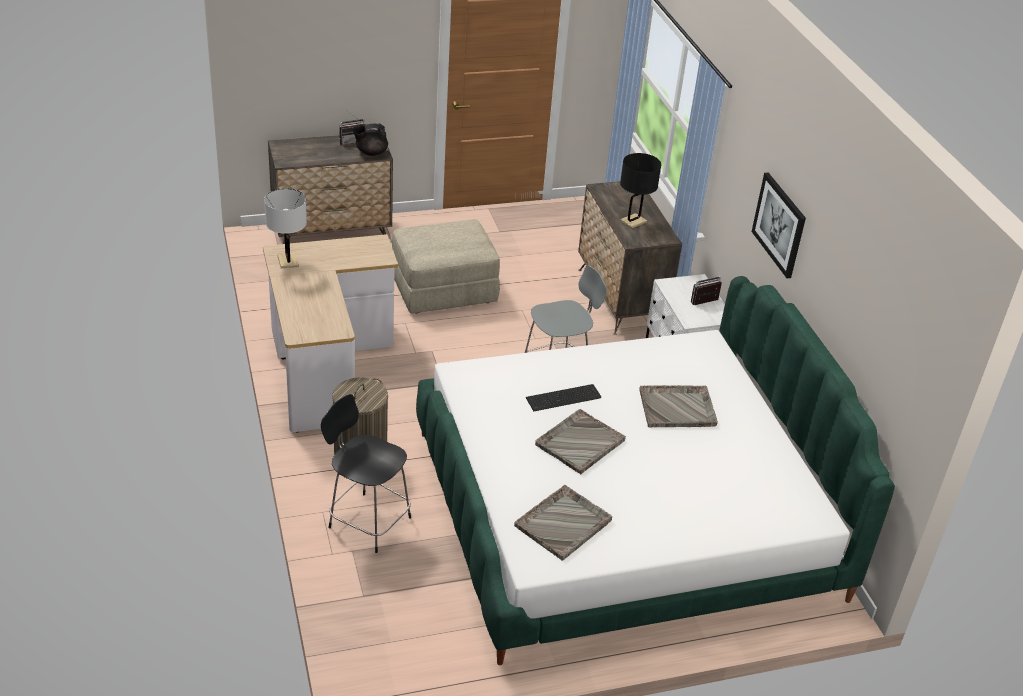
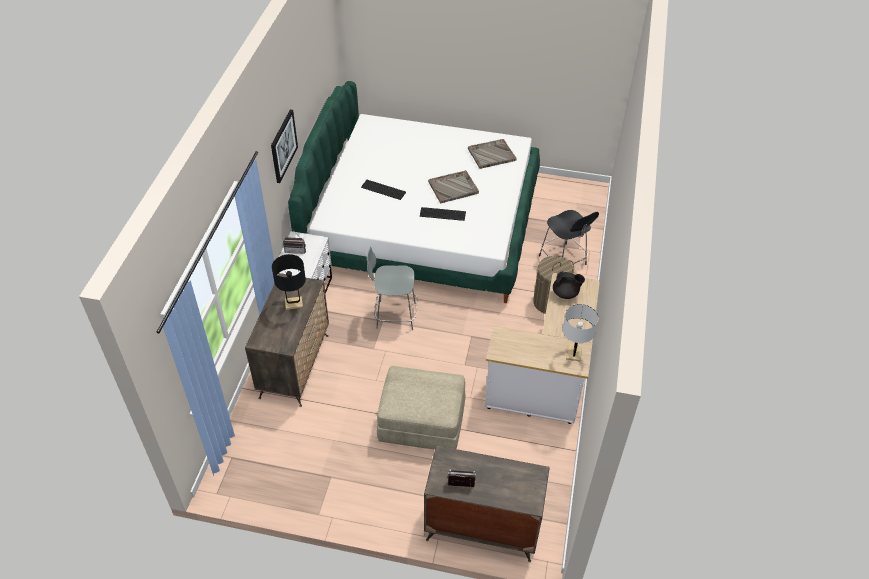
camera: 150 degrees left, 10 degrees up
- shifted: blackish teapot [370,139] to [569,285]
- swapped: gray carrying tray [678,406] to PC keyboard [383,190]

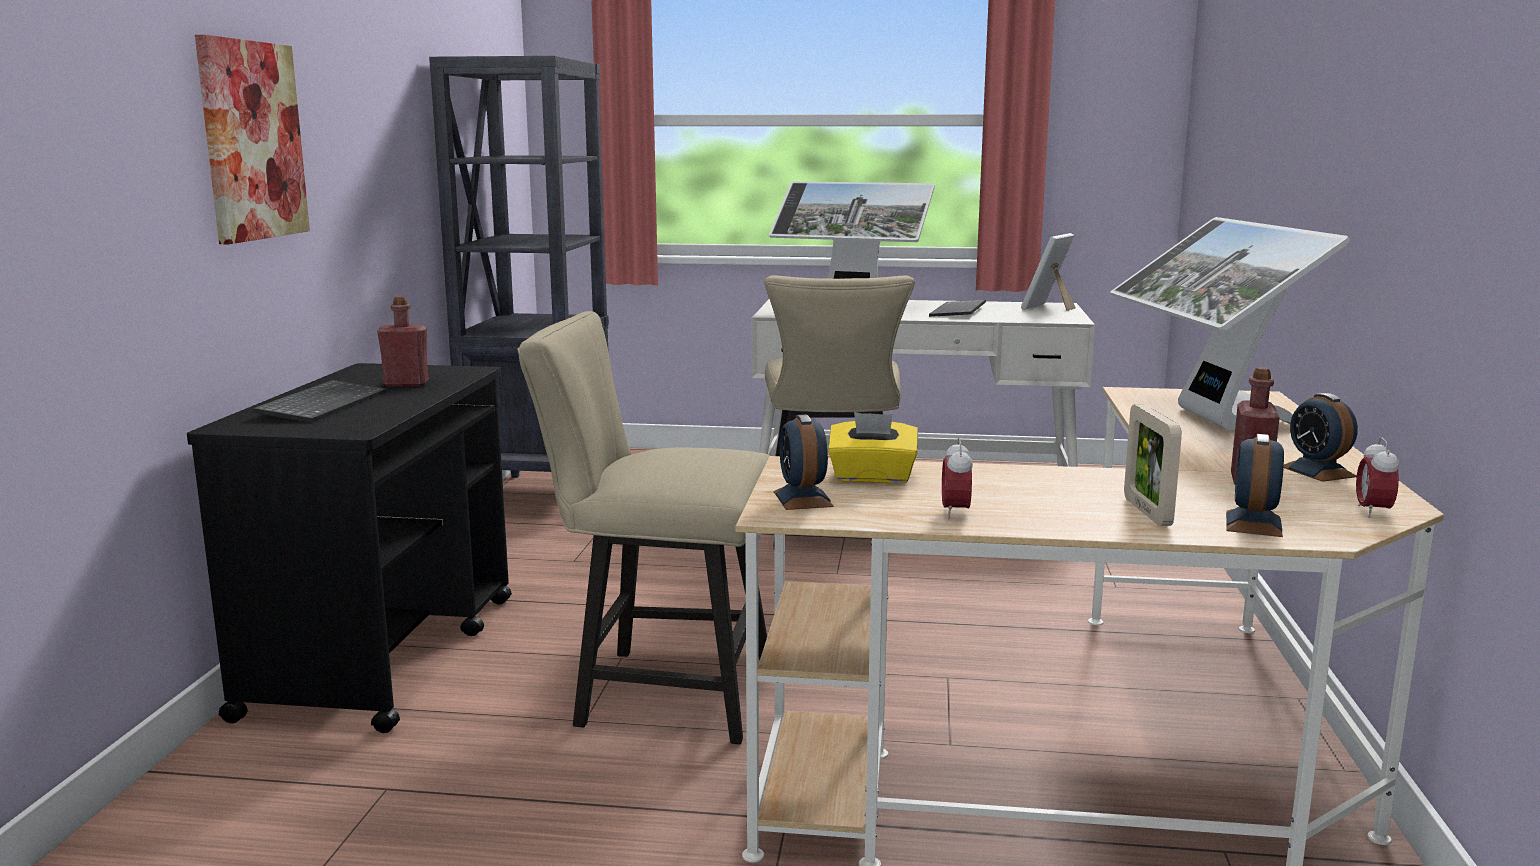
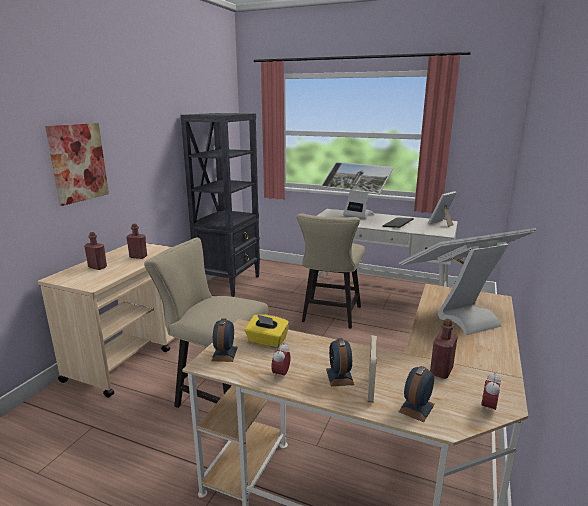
camera: 15 degrees right, 5 degrees up
- rotated: monitor [1230,324] = [467,281] 60 degrees clockwise
- repainted: blackish cart [349,548] to beige cart [106,320]
- swapped: PC keyboard [319,401] to red bottle [95,251]
- shifted: alarm clock [1321,437] to [340,362]

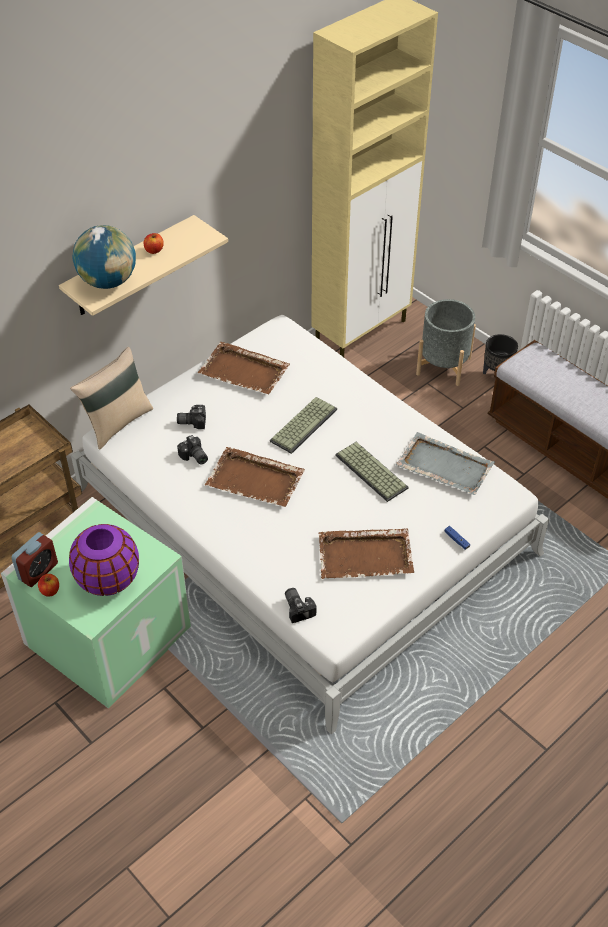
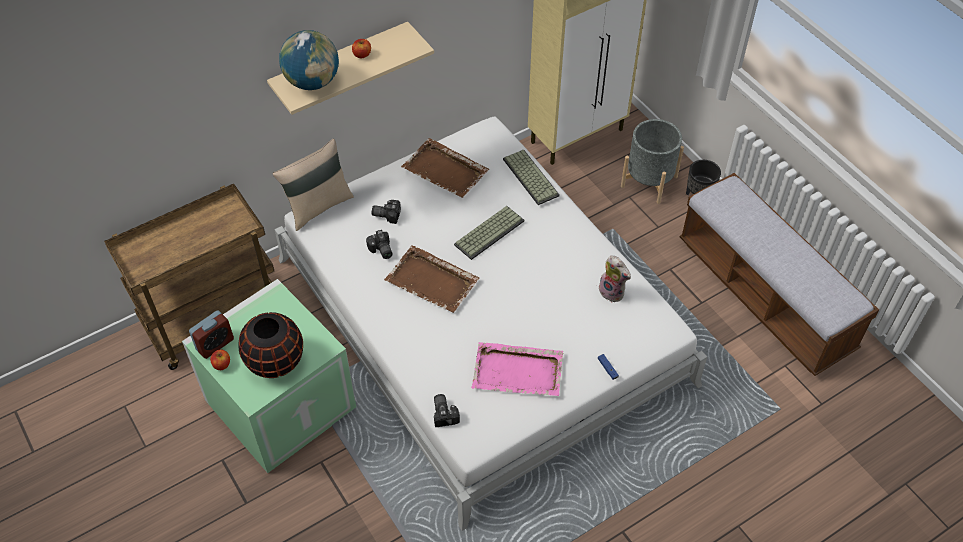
camera: 10 degrees right, 5 degrees up
- swapped: gray carrying tray [445,463] to plush toy [614,279]
- shifted: PC keyboard [372,472] to [531,177]
- repainted: purplish flower vase [104,560] to blackish flower vase [270,345]
- repainted: brownish carrying tray [366,553] to pink carrying tray [517,369]

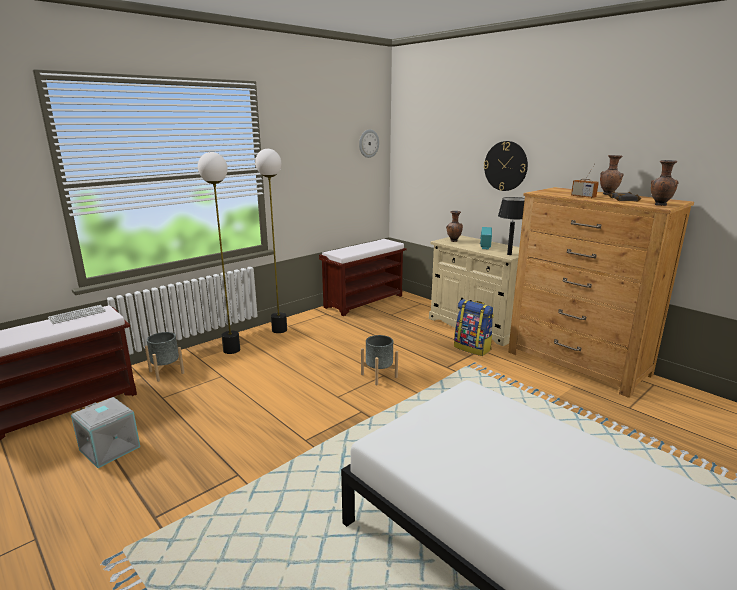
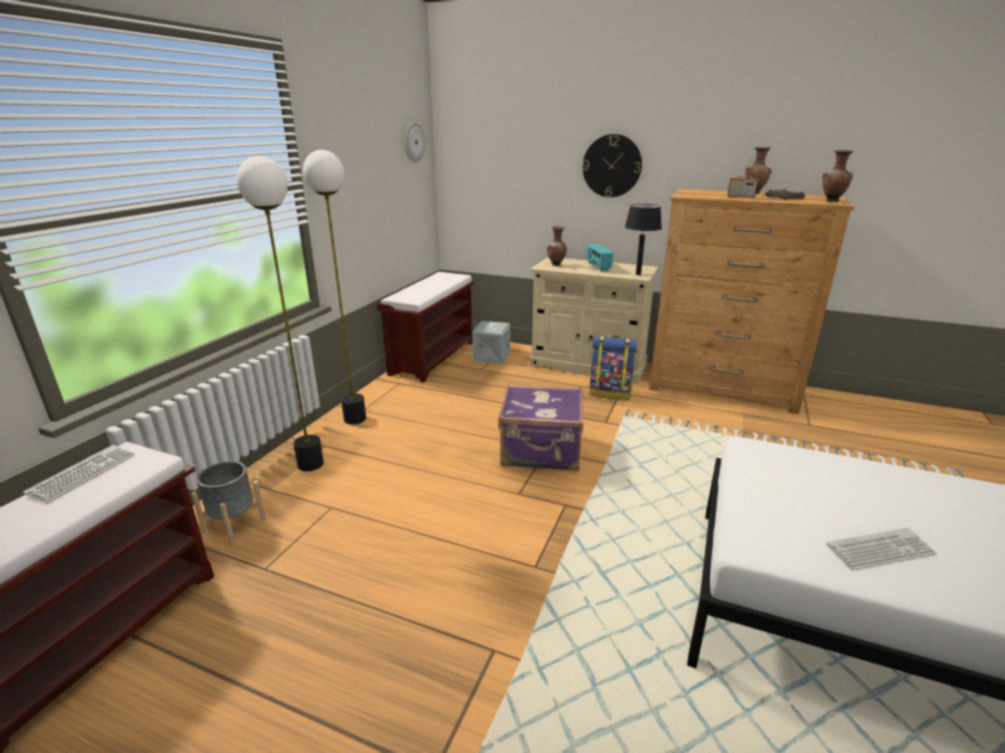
camera: 25 degrees left, 5 degrees up
- swapped: gray plant pot [379,360] to purplish travel case [540,427]
- shifted: gray storage box [105,432] to [491,342]
- new: PC keyboard [881,548]

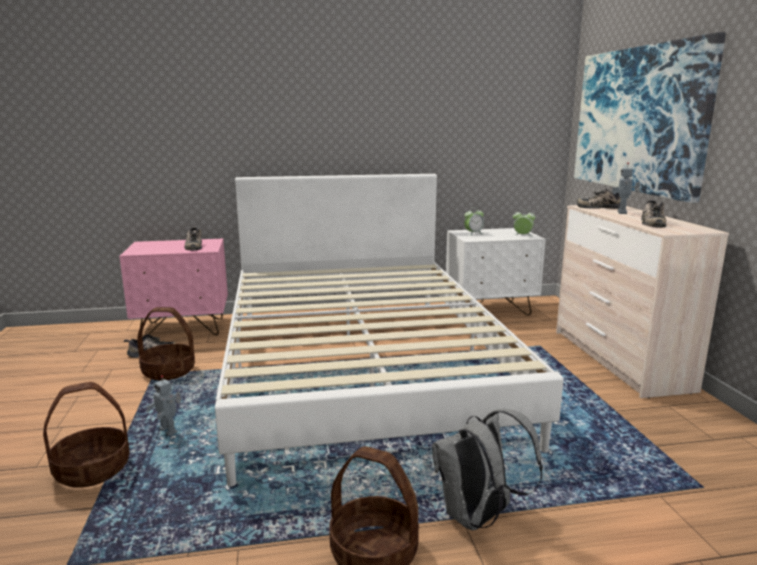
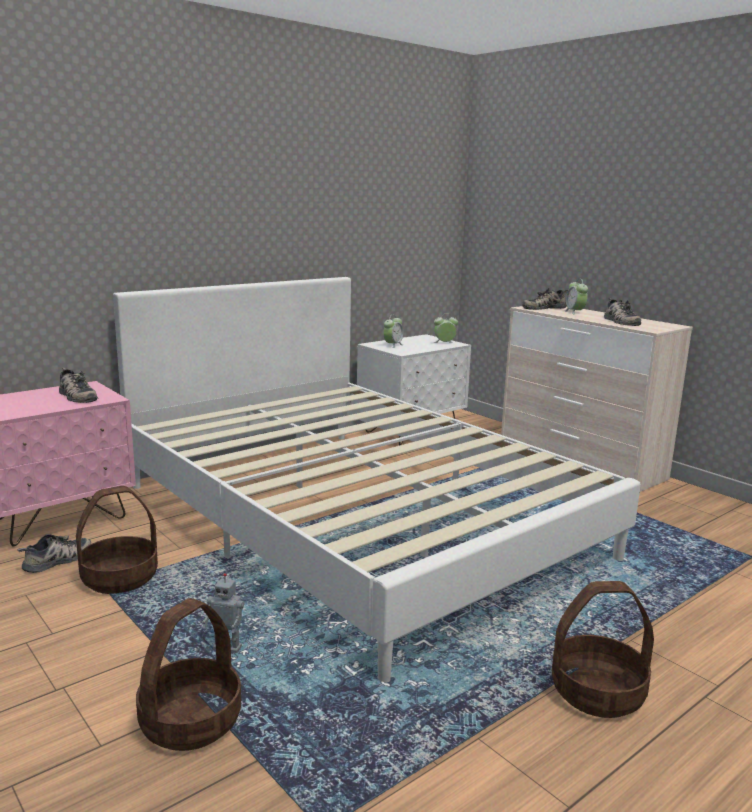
camera: 30 degrees left, 0 degrees up
- gone: picture [650,117]
- swapped: model robot [625,188] to alarm clock [576,297]
- gone: gray backpack [487,470]

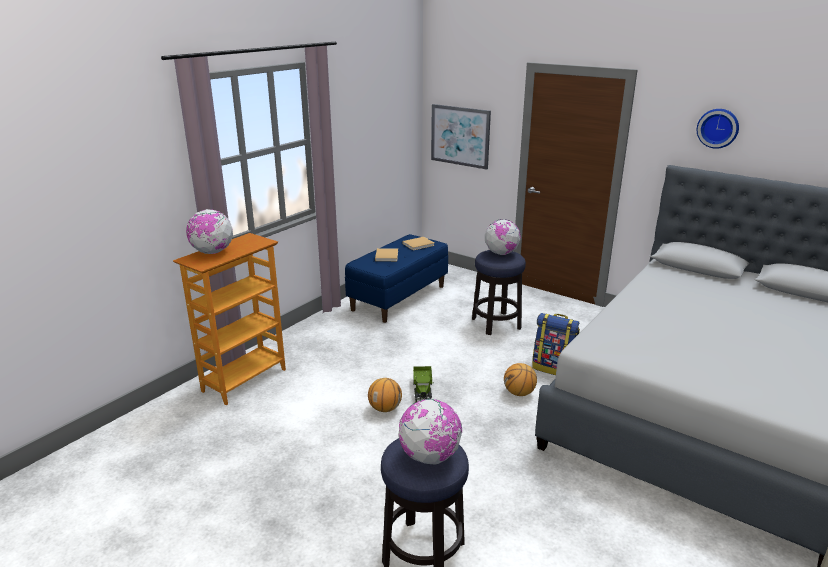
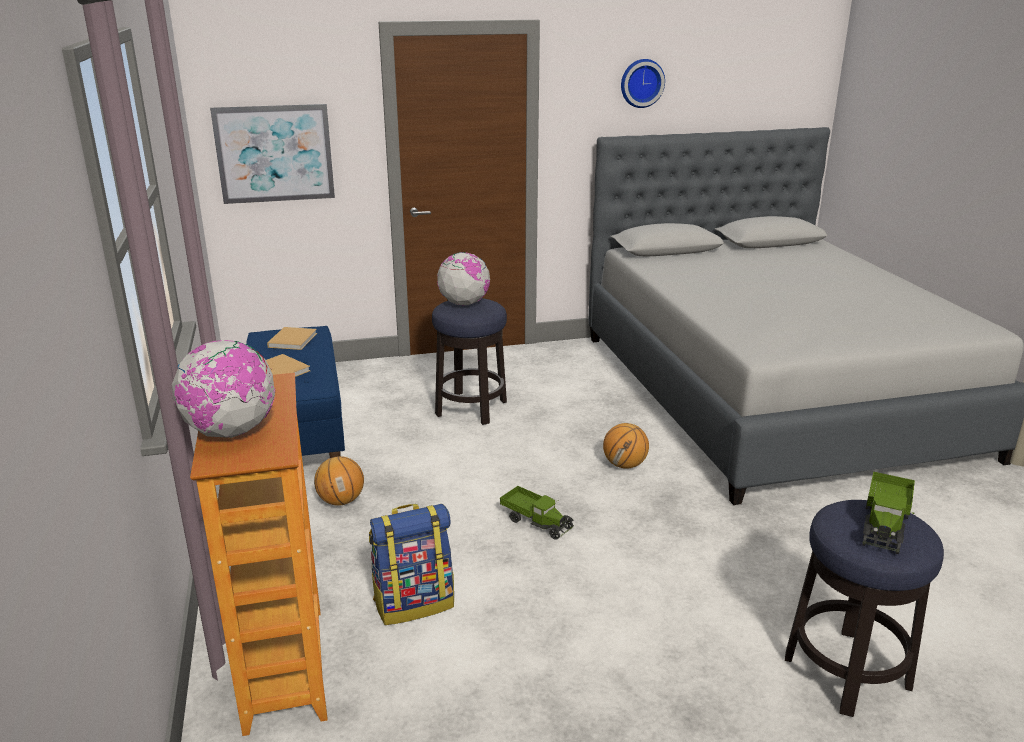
camera: 50 degrees left, 0 degrees up
- shifted: backpack [556,344] to [411,564]
- shifted: ball for basketball [385,395] to [339,481]
- swapped: desk globe [430,432] to toy lorry [888,512]

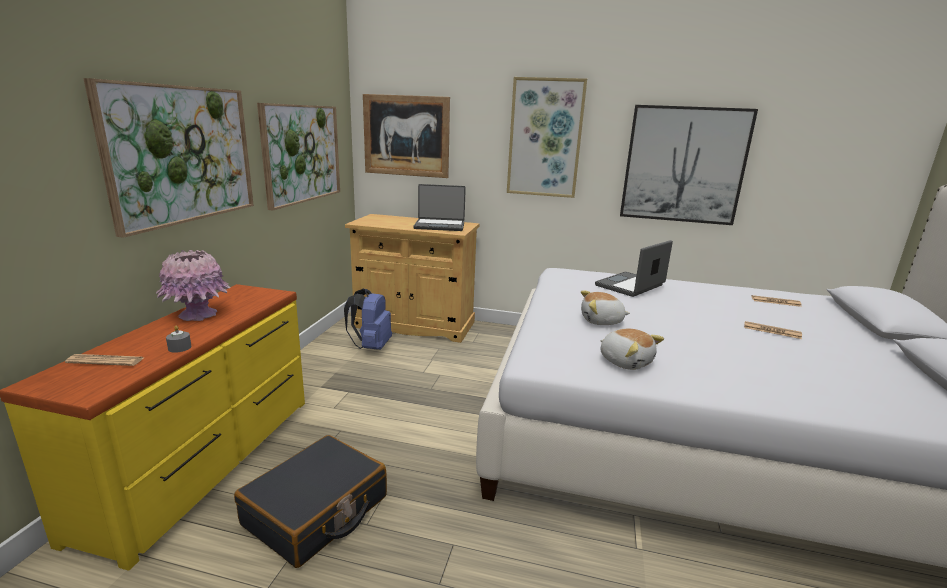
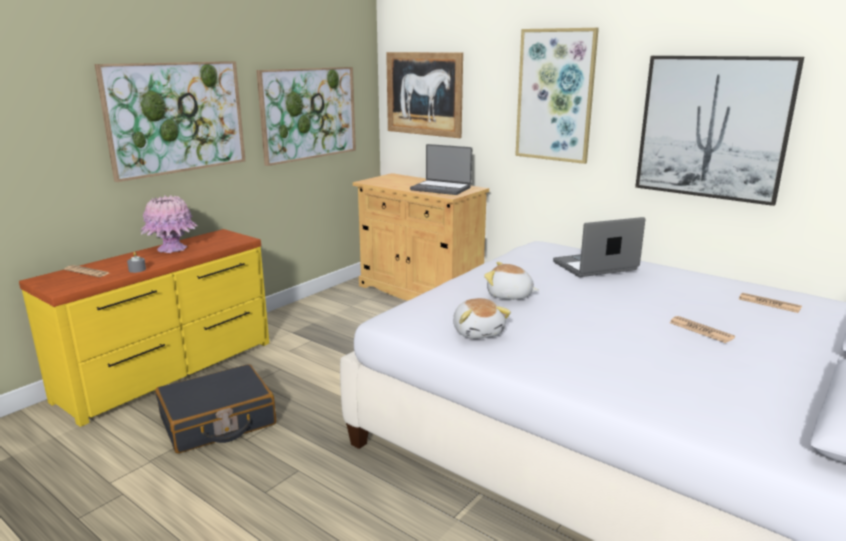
camera: 25 degrees right, 0 degrees up
- gone: bluish backpack [368,319]

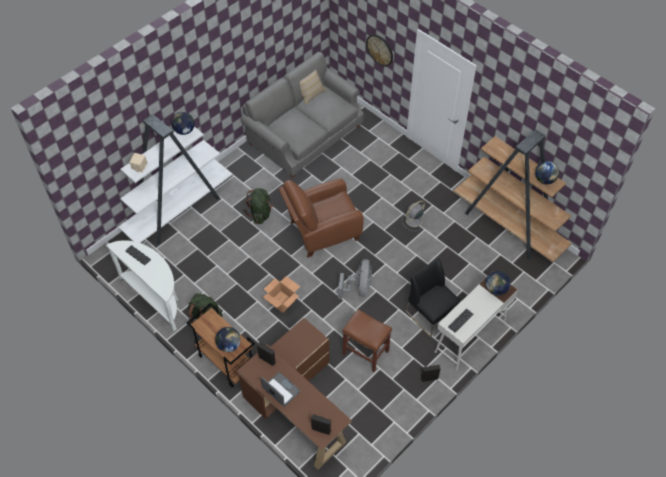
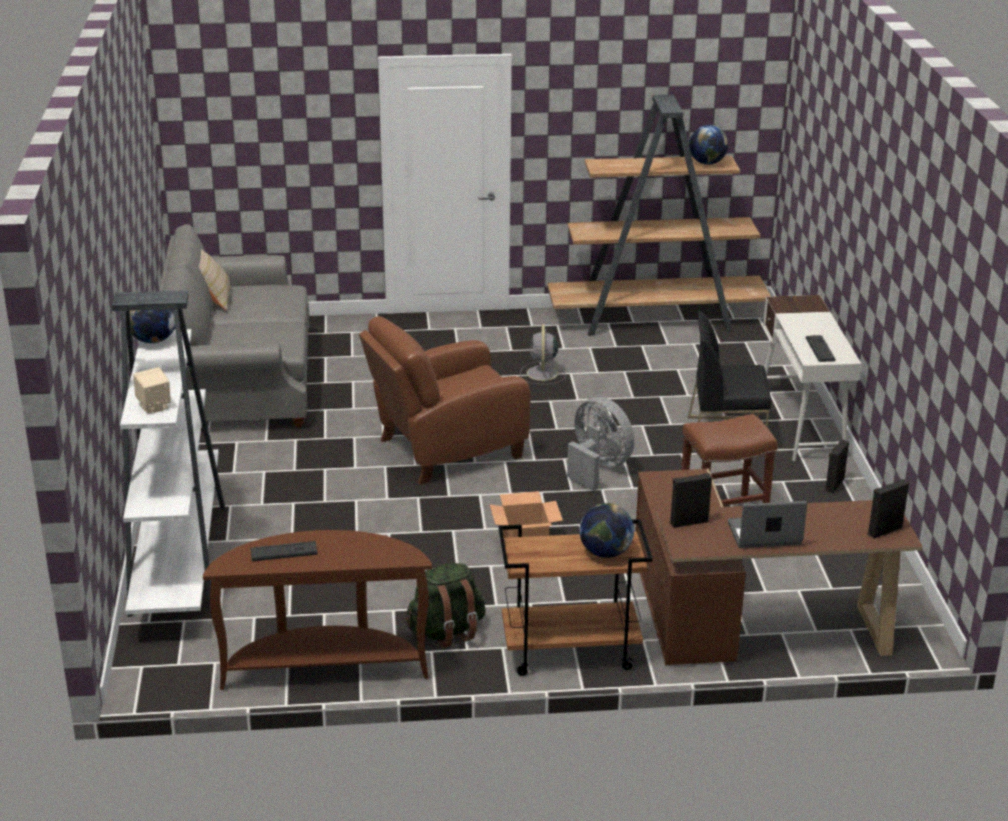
camera: 50 degrees left, 25 degrees down
- gone: hanging clock [379,50]
- rotated: brownish armchair [321,218] = [445,400] 45 degrees clockwise
- gone: greenish backpack [258,206]
- repainted: white narrow table [142,285] to brownish narrow table [317,610]
- gone: desk globe [498,283]

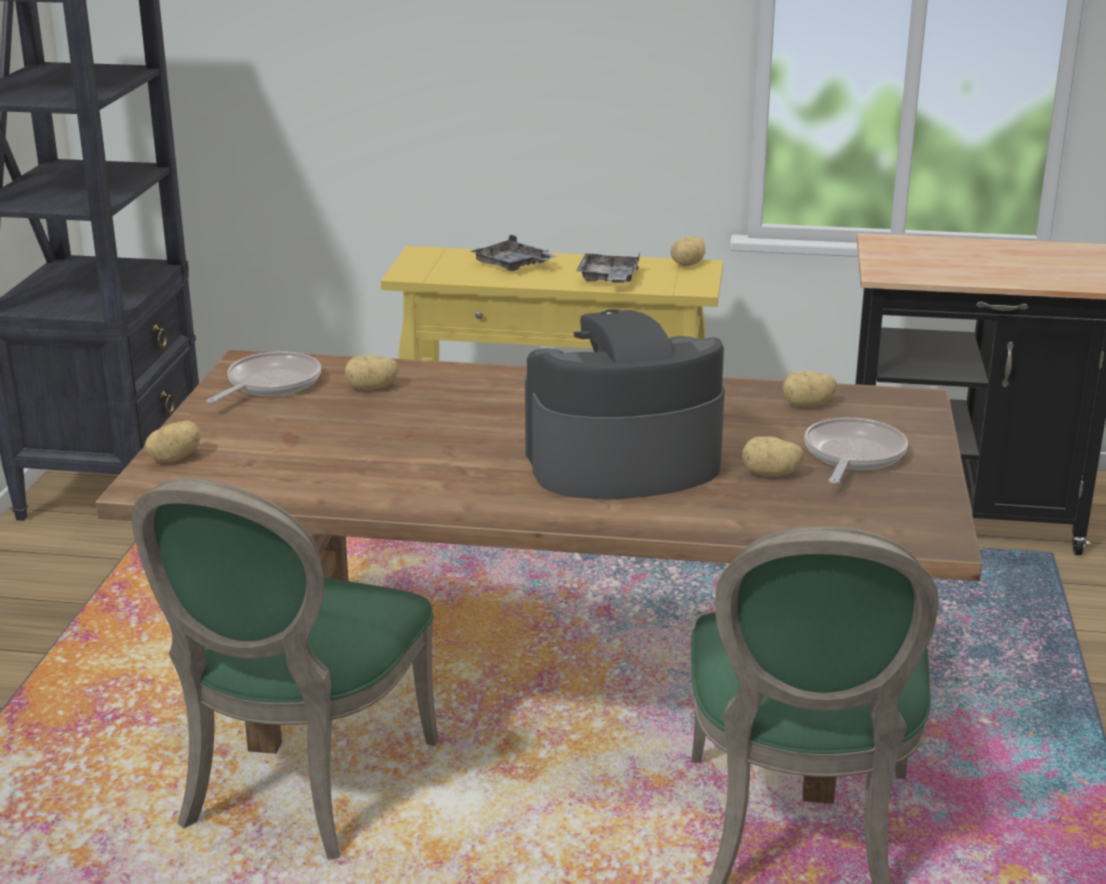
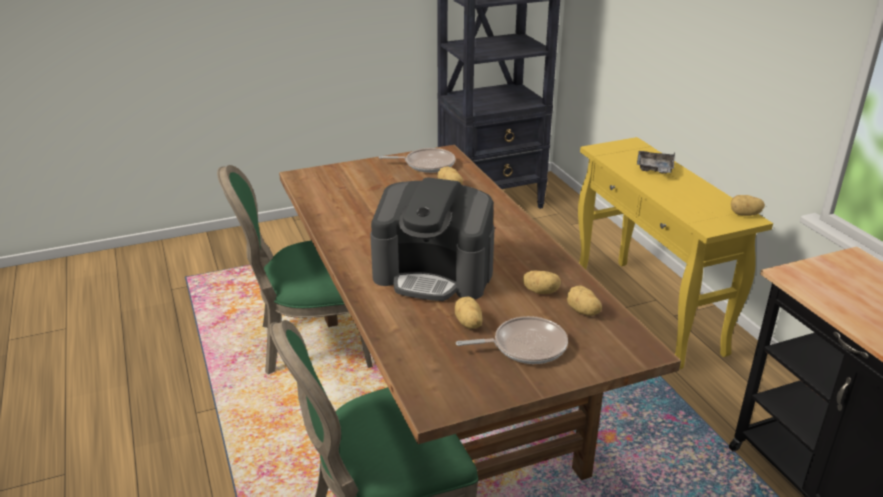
camera: 60 degrees right, 5 degrees up
- gone: gray carrying tray [608,268]
- rotated: coffee maker [625,404] = [432,239] 150 degrees clockwise
- shifted: spud [173,441] to [542,282]

